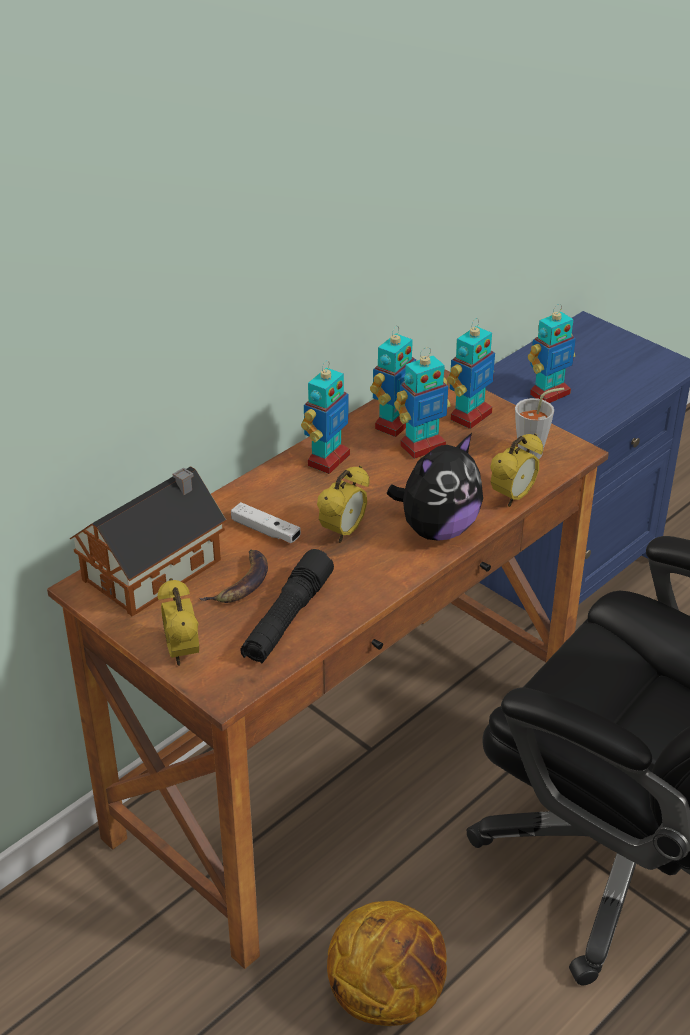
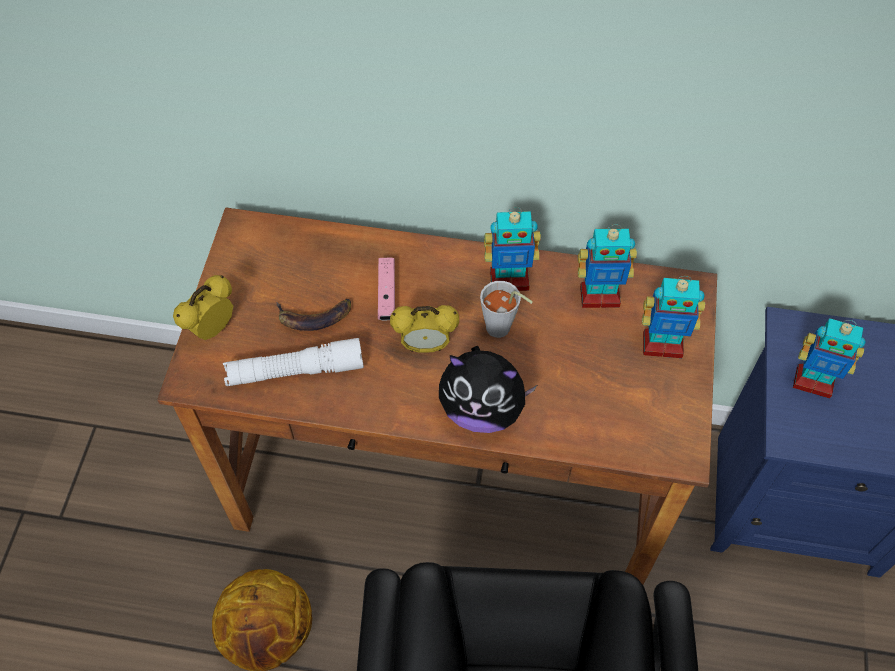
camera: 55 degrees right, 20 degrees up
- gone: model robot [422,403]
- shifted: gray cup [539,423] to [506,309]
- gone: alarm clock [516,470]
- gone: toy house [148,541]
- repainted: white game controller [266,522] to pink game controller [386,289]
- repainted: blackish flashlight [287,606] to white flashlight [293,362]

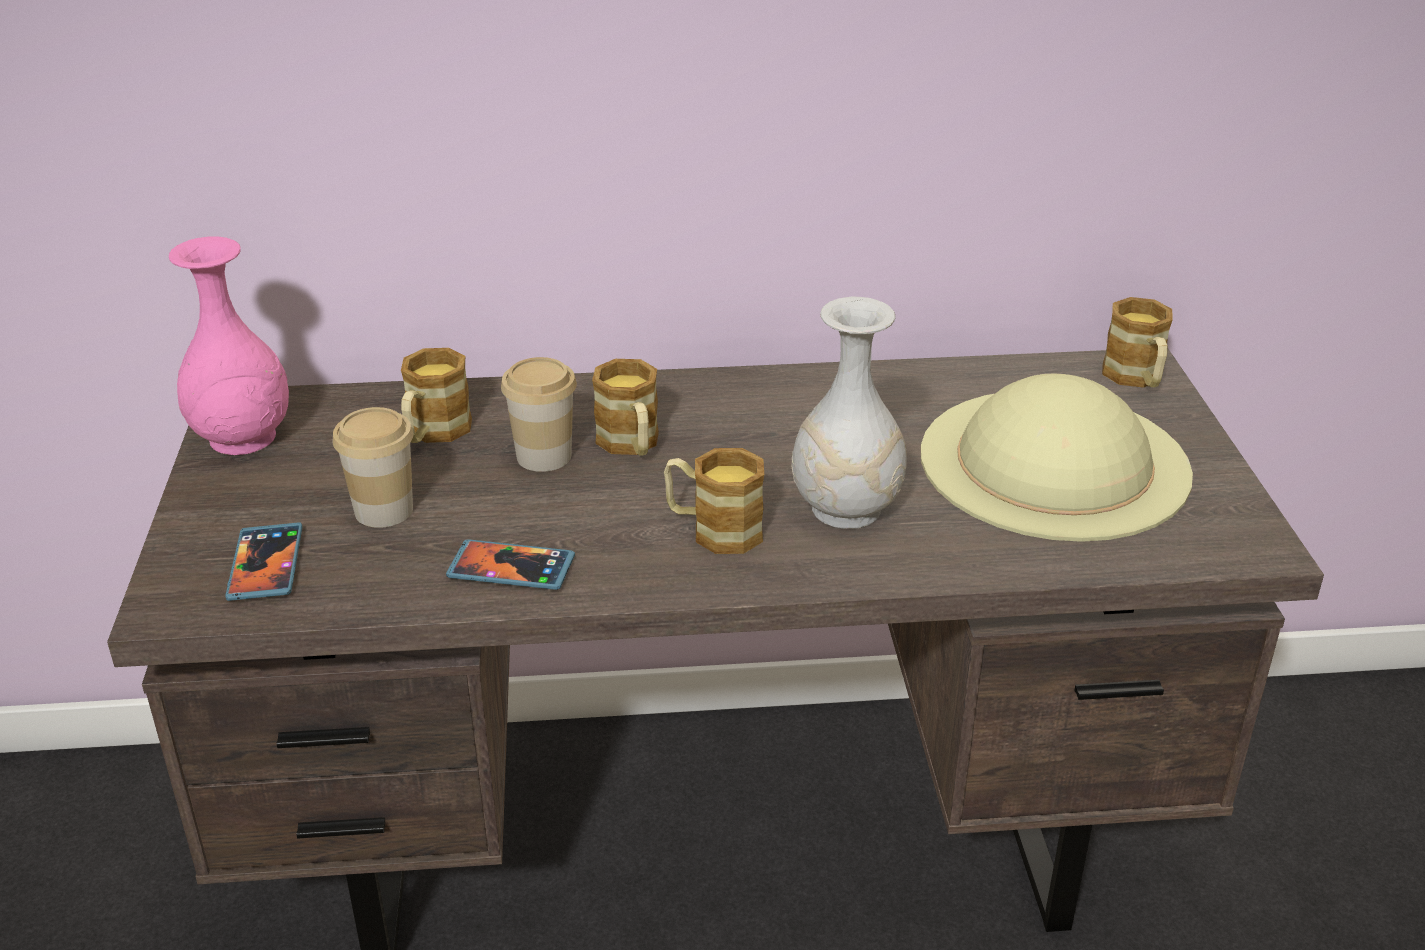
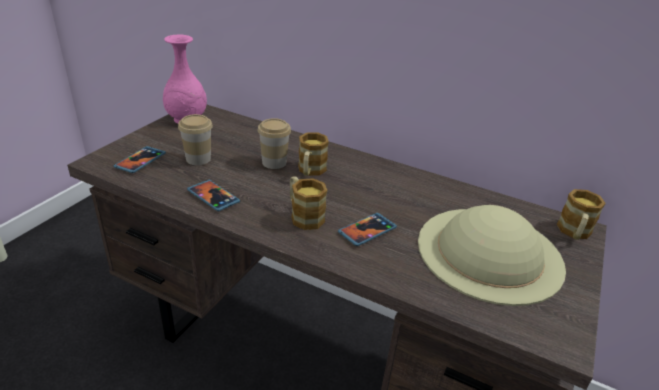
camera: 30 degrees right, 0 degrees up
- swapped: white flower vase [849,413] to phone [367,229]
- gone: tea mug [436,395]

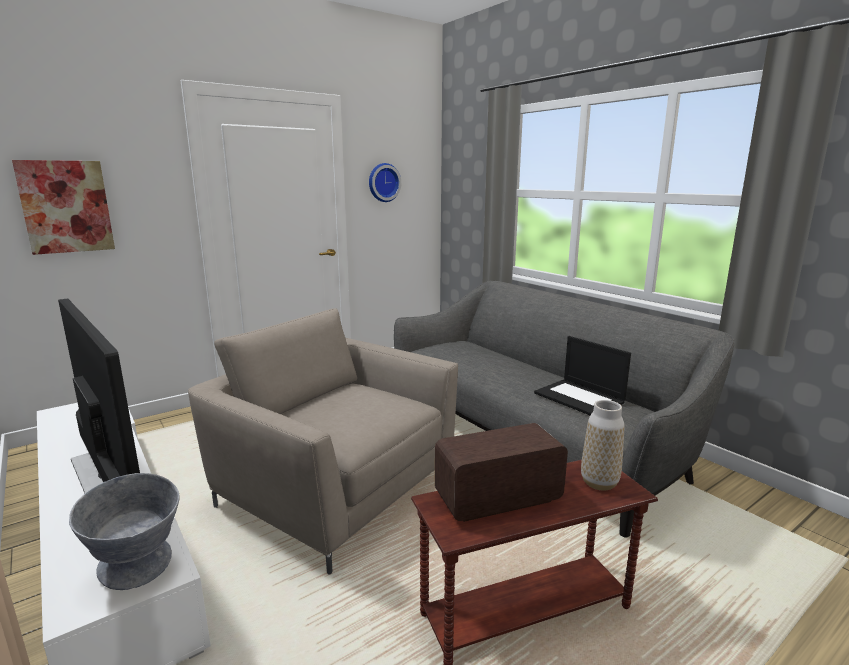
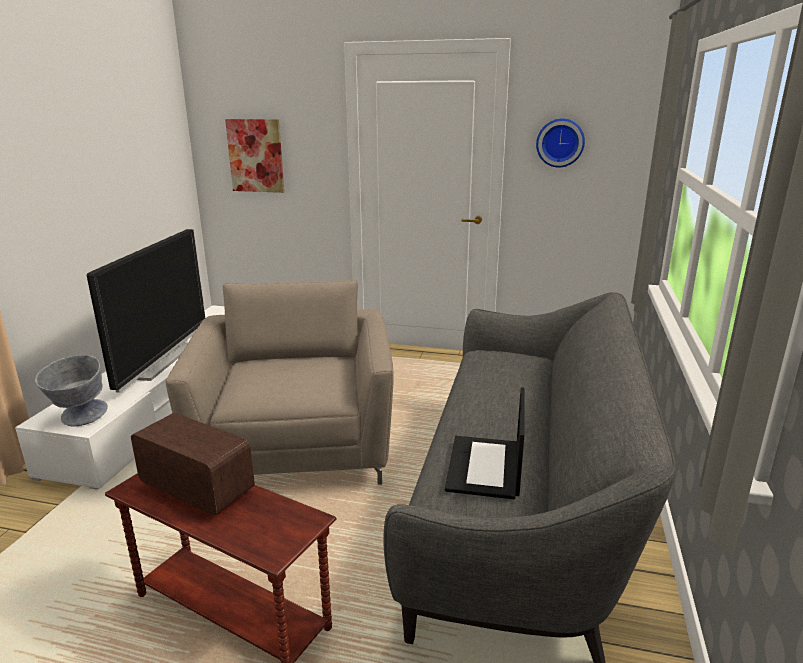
camera: 50 degrees right, 5 degrees up
- gone: flower vase [602,445]

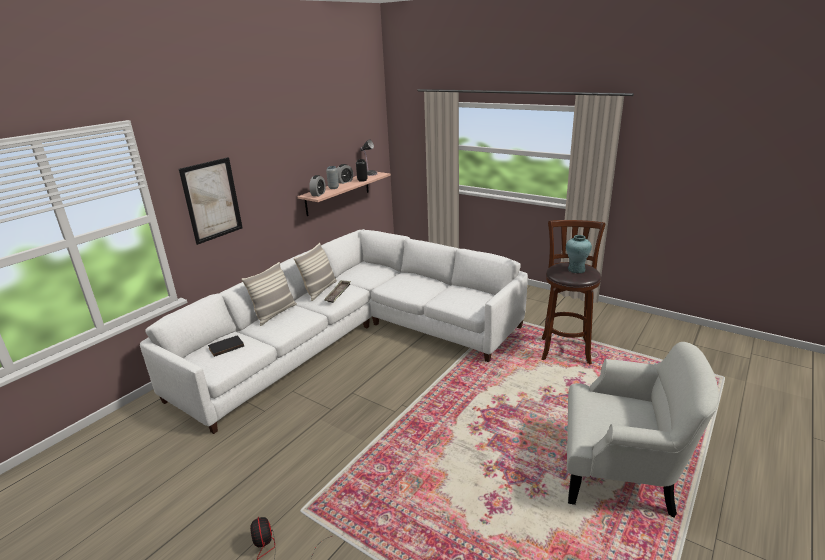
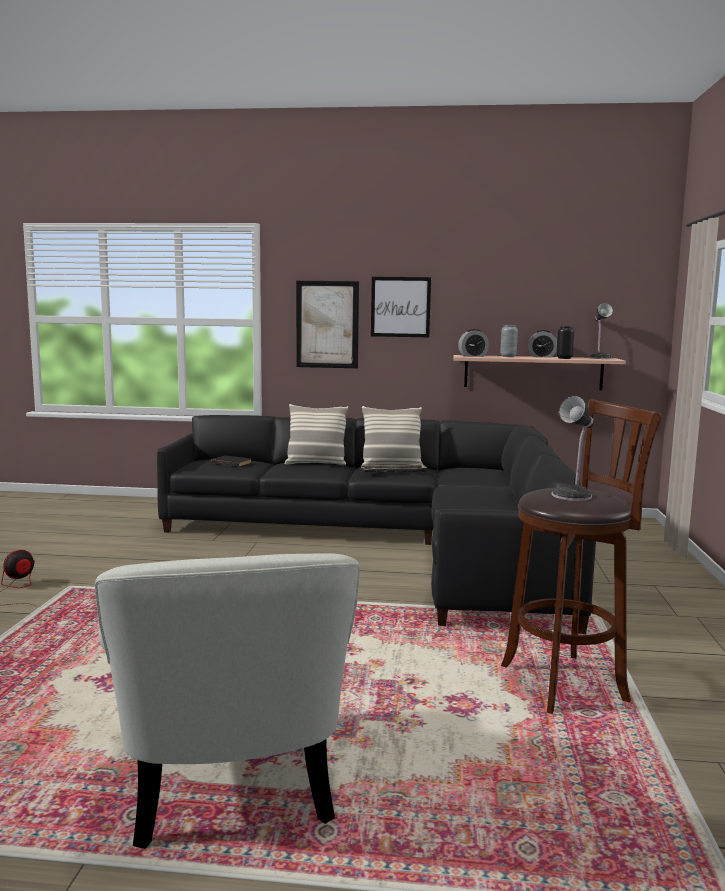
camera: 60 degrees right, 15 degrees down
- repainted: white sofa [334,331] to blackish sofa [376,524]
- swapped: turquoise flower vase [579,254] to table lamp [573,448]
- new: picture [401,307]

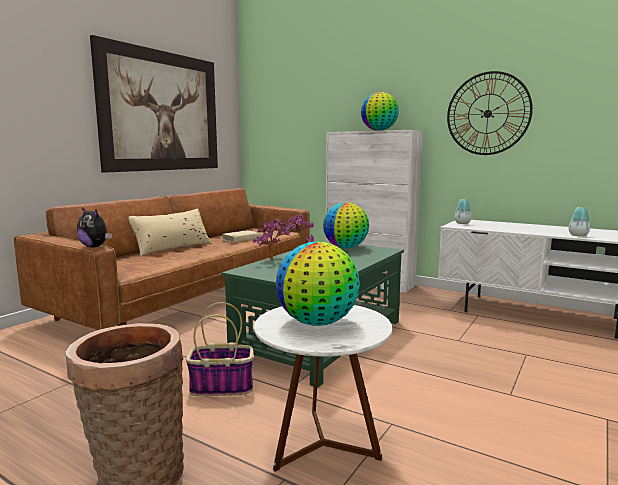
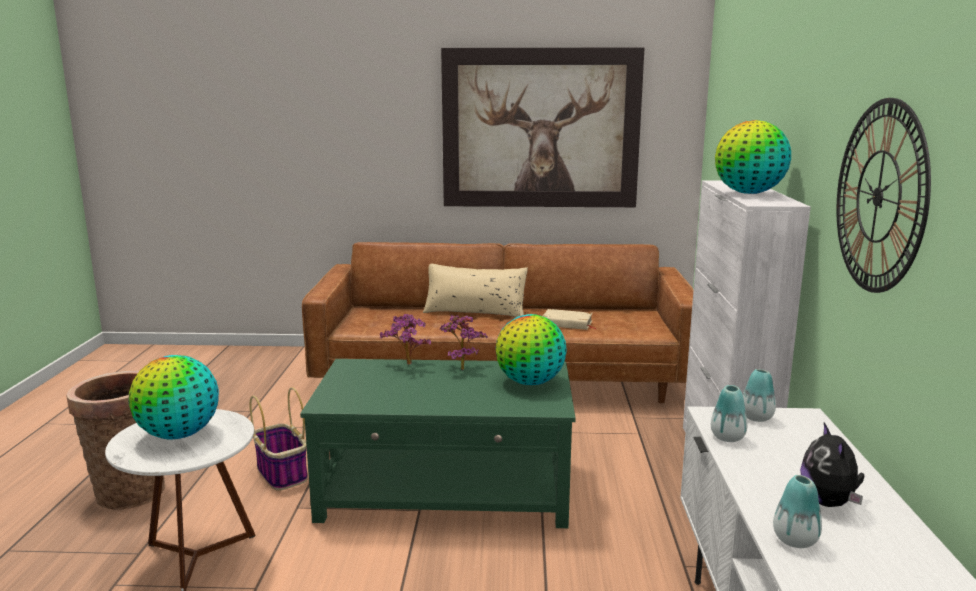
camera: 60 degrees right, 5 degrees up
- shifted: plush toy [94,228] to [832,464]
- new: flower vase [729,413]

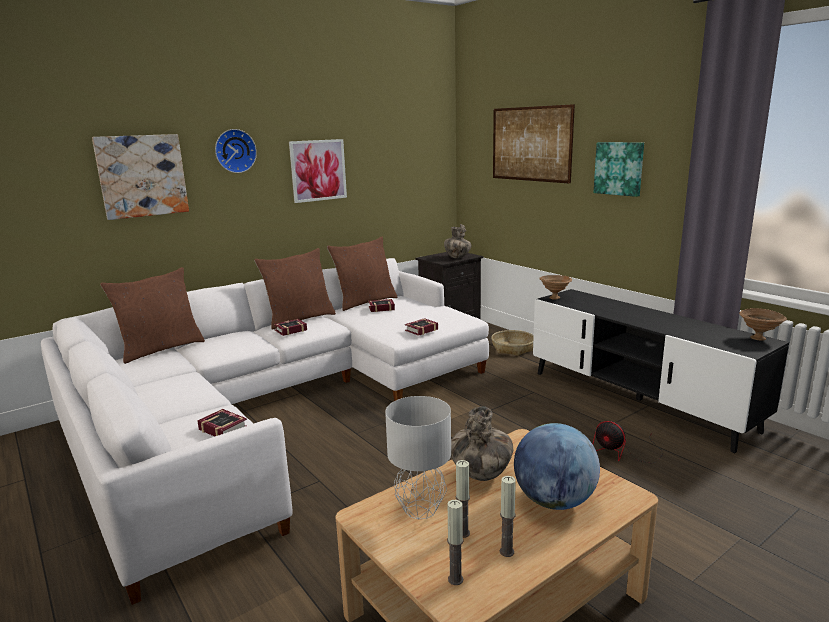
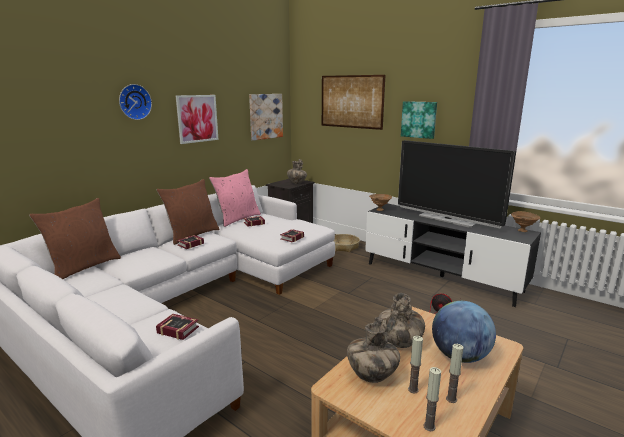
camera: 15 degrees left, 0 degrees up
- shifted: picture [140,177] to [266,117]
- repainted: brownish throw pillow [362,274] to pink throw pillow [235,198]
- swapped: gray table lamp [418,457] to flower vase [373,350]
- new: television [457,184]

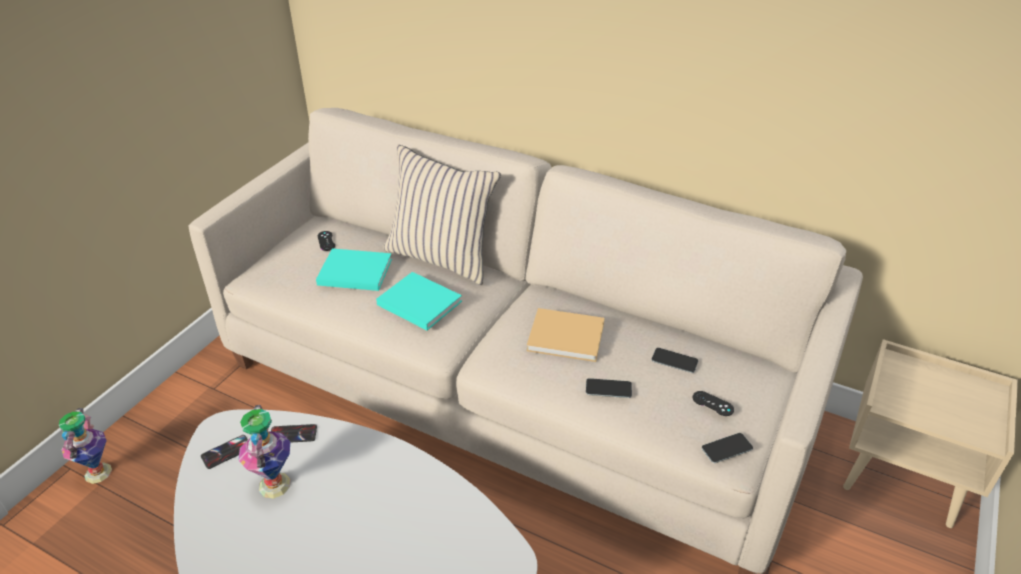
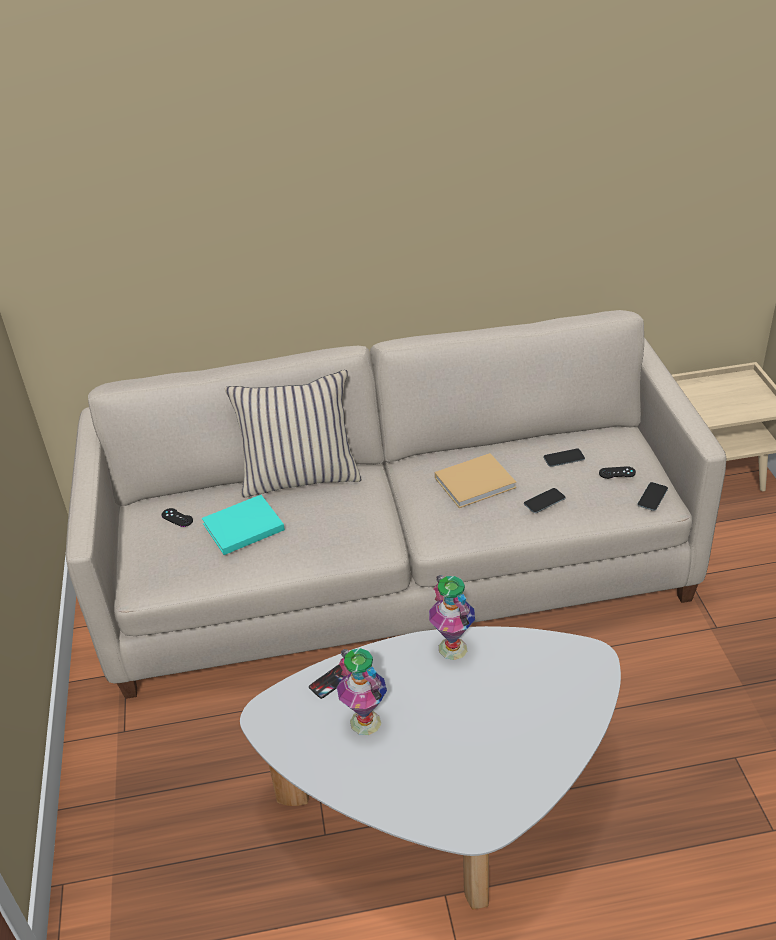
camera: 35 degrees left, 0 degrees up
- gone: turquoise book [419,301]
- shifted: flower vase [85,446] to [452,617]
- gone: phone [224,452]

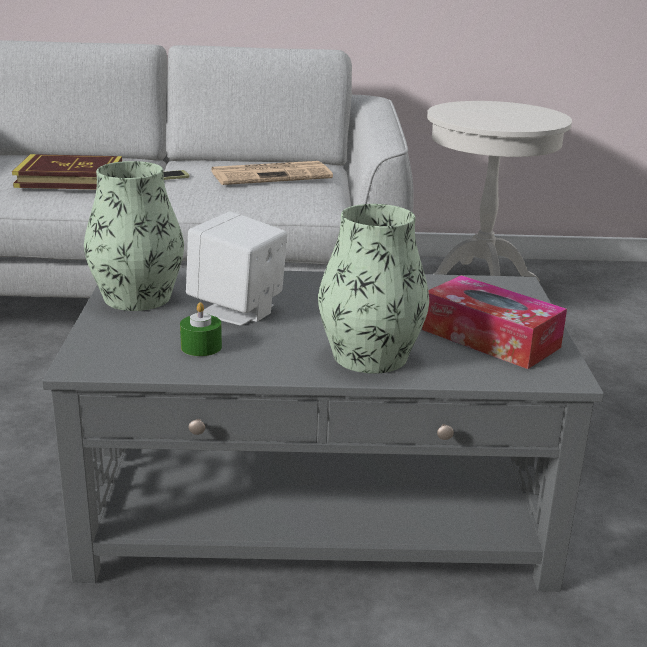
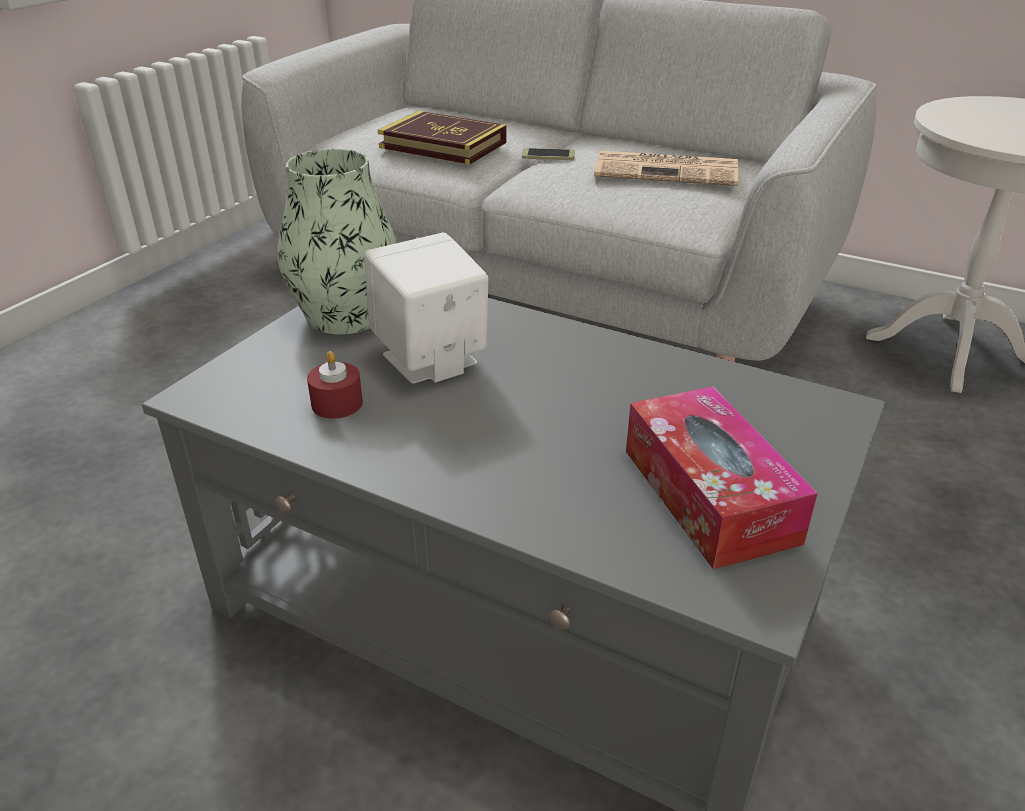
camera: 30 degrees right, 10 degrees up
- gone: flower vase [373,289]
- repainted: greenish candle [201,329] to red candle [335,384]

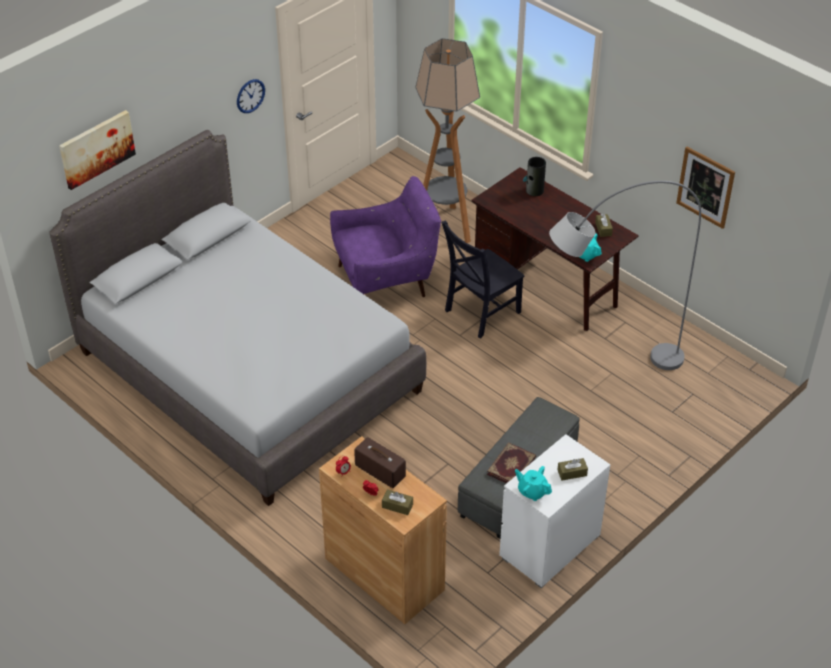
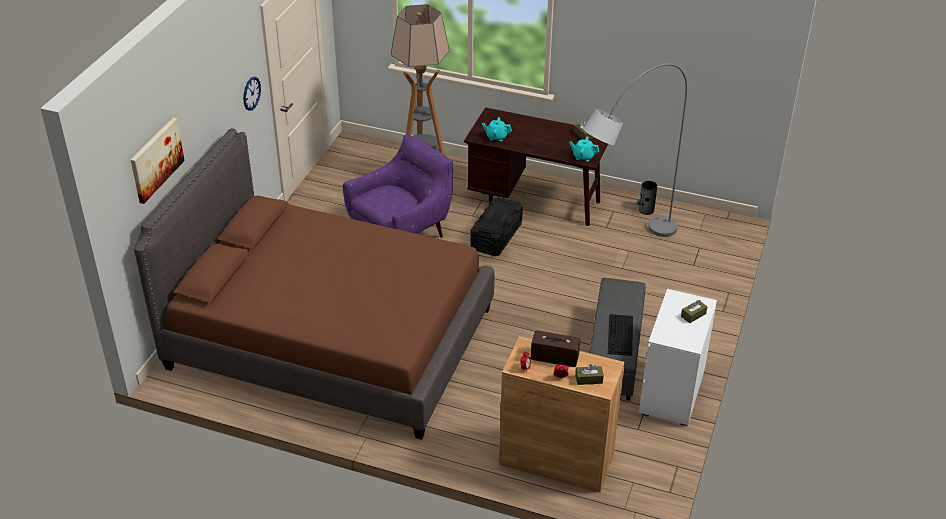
camera: 25 degrees left, 5 degrees down
- repainted: gray bedroom bed [237,318] to brownish bedroom bed [314,284]
- gone: picture [705,188]
- shifted: flower vase [534,176] to [647,198]
- swapped: blackish upright chair [483,279] to blackish storage box [496,226]
- swapped: book [511,462] to PC keyboard [620,335]
- shifted: turquoise teapot [533,483] to [497,129]

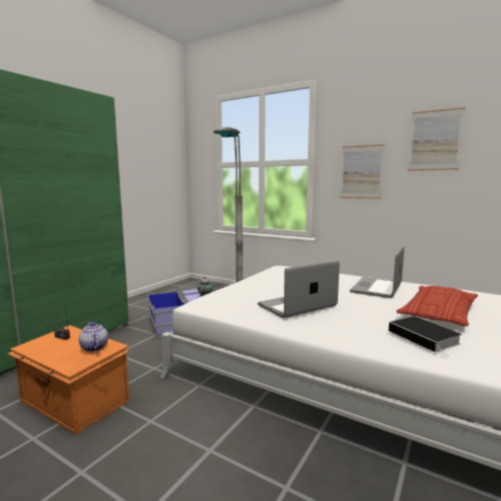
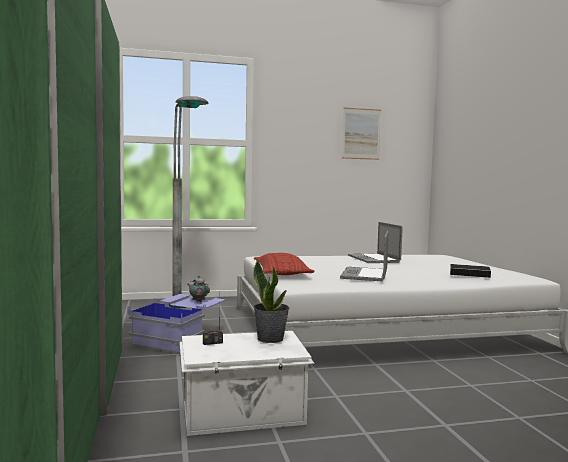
camera: 45 degrees left, 5 degrees down
- gone: picture [362,171]
- shifted: throw pillow [437,306] to [284,264]
- swapped: teapot [93,337] to potted plant [271,301]
- repainted: orange-coloured storage box [69,380] to white storage box [247,383]

